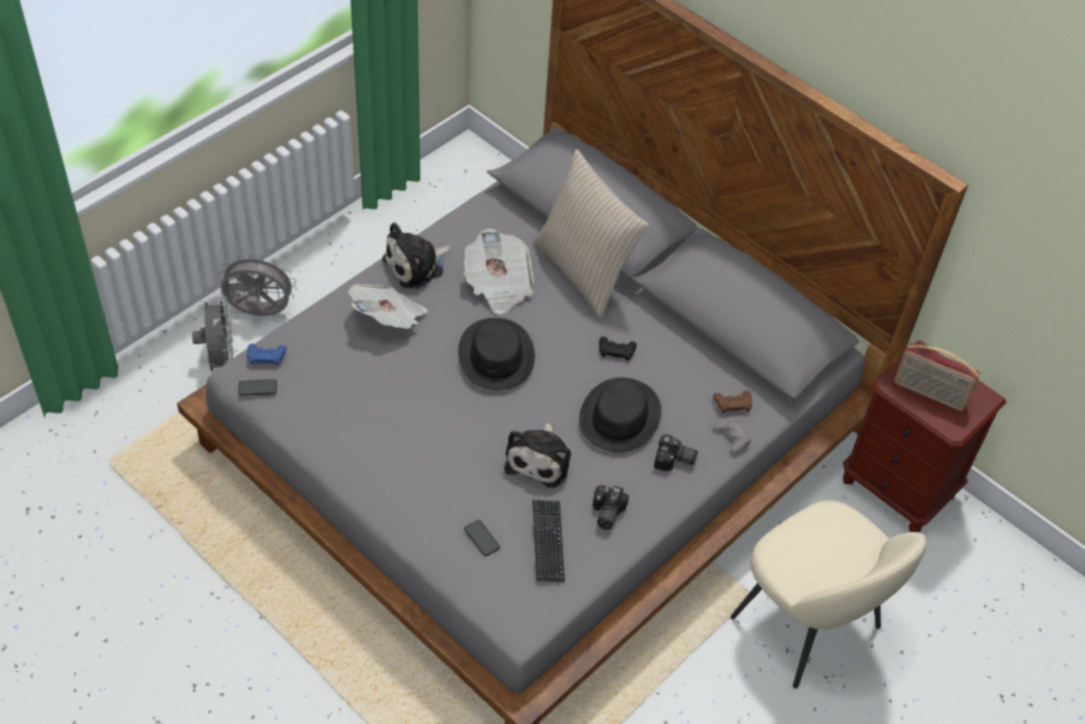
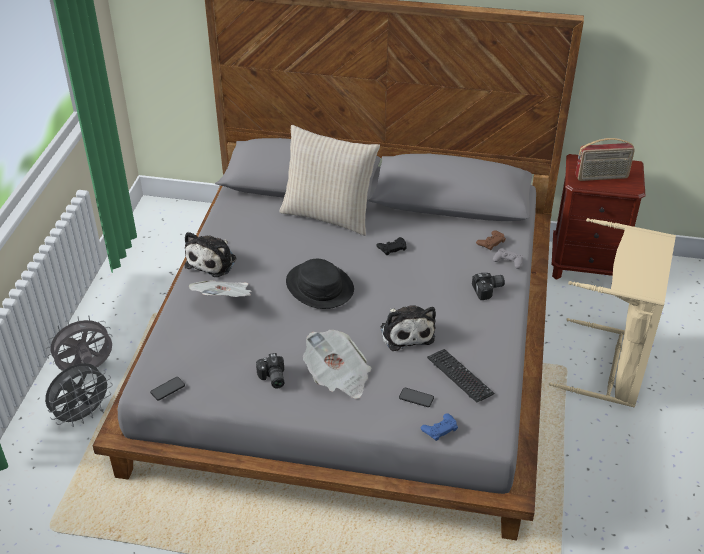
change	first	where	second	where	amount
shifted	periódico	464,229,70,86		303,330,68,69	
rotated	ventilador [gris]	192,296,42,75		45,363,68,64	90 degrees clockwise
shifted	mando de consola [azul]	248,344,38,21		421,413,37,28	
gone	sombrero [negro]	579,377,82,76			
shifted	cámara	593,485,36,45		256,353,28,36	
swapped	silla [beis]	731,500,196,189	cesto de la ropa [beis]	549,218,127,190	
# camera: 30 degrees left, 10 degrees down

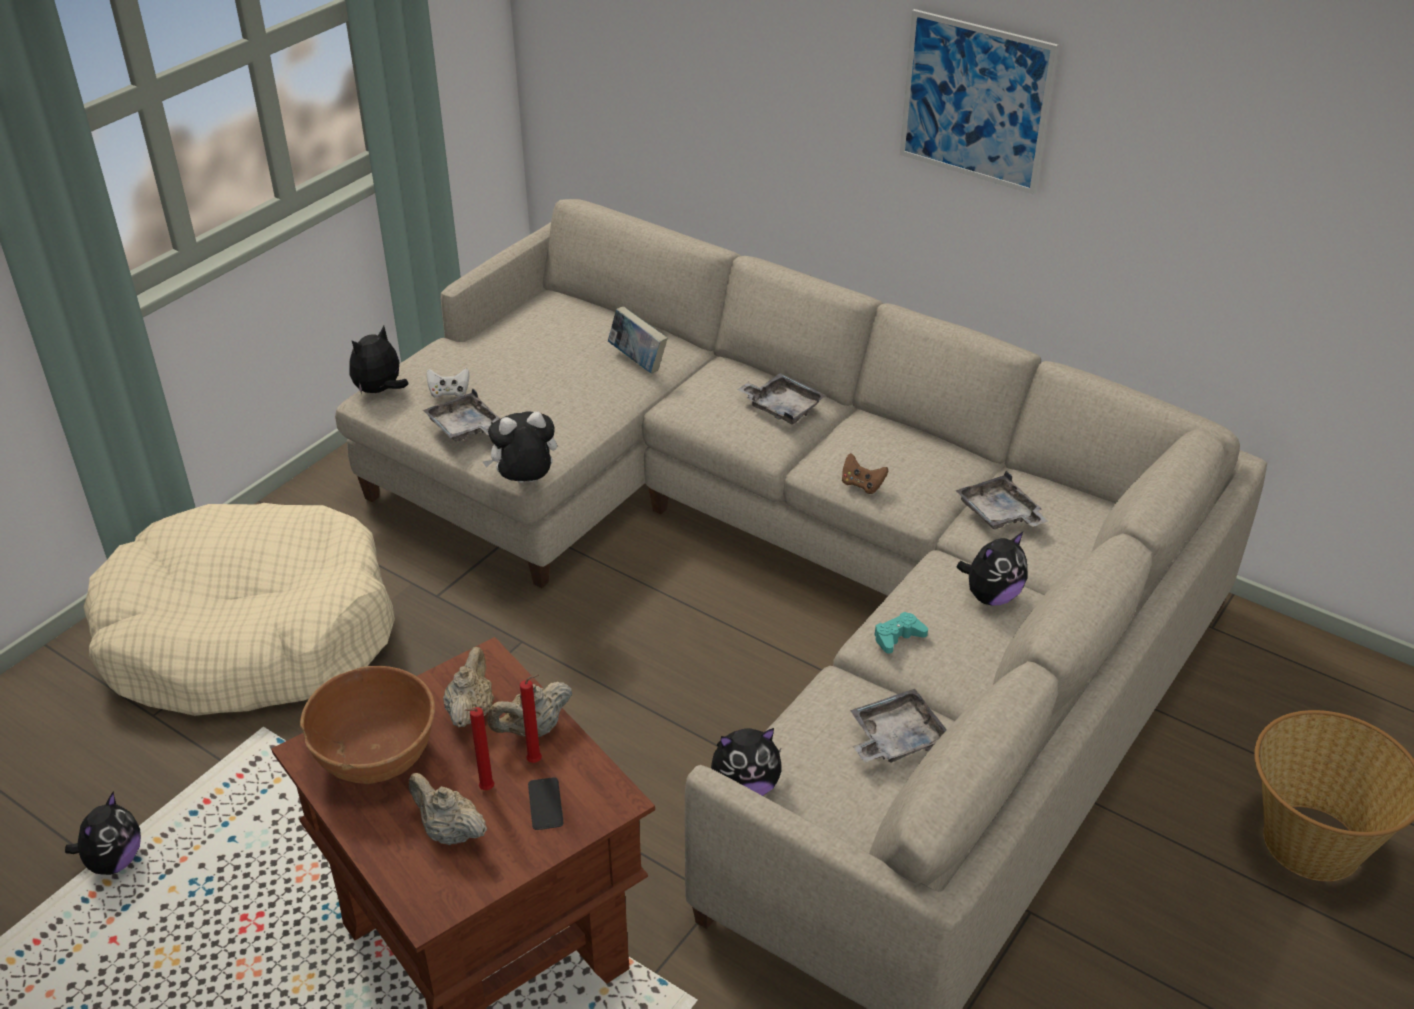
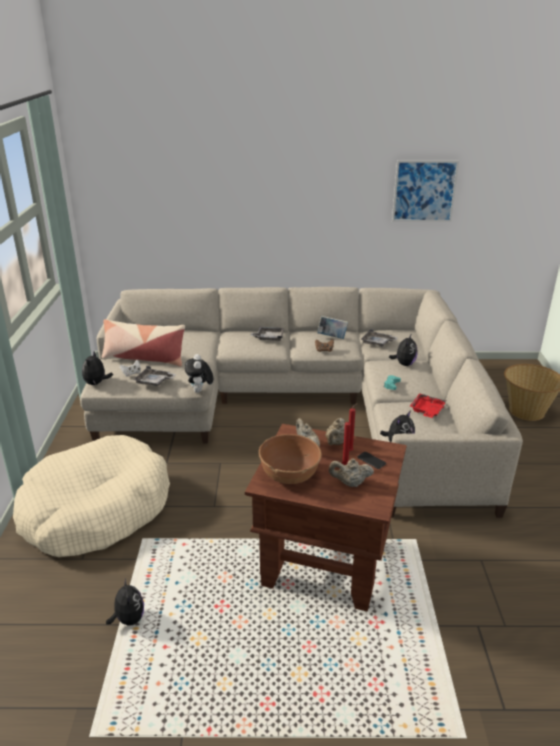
change	first	where	second	where	amount
shifted	cuadro	900,9,158,186		392,160,67,62	
shifted	libro	608,307,60,66		317,316,31,23	
rotated	peluche	483,411,74,72		185,354,28,39	45 degrees counterclockwise
repainted	bandeja [gris]	850,689,97,74	bandeja [rojo]	410,393,37,25	
new			cojín	102,319,83,48	
# camera: 35 degrees left, 10 degrees down

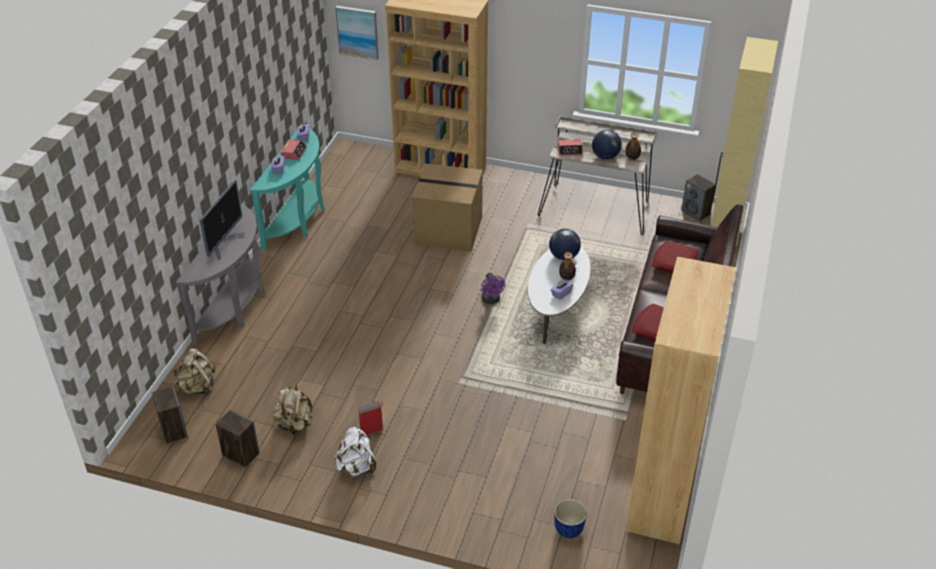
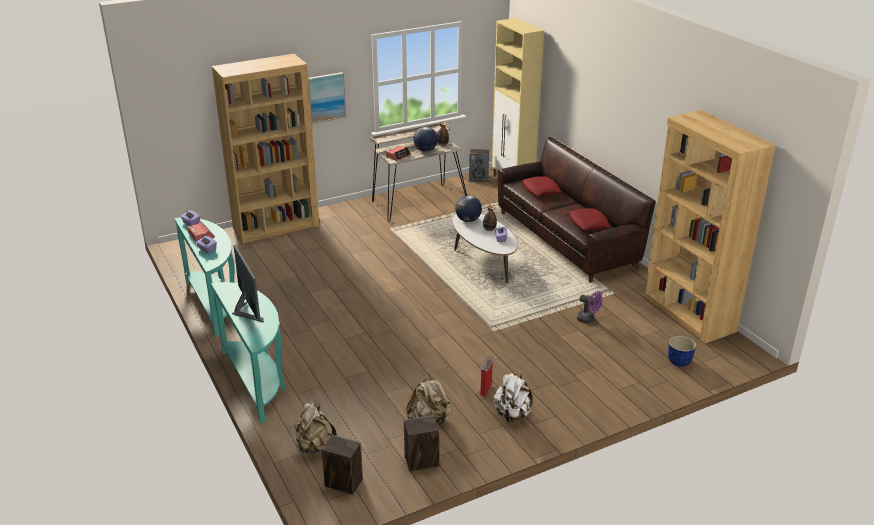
change	first	where	second	where	amount
shifted	cuadro	335,6,44,54		308,72,38,52	
gone	caja de cartón	412,163,71,89			
repainted	mesa consola [gris]	176,204,89,141	mesa consola [turquesa]	211,282,75,141	
shifted	ventilador [morado]	481,273,24,31		577,291,25,32	
# camera: 45 degrees left, 10 degrees down

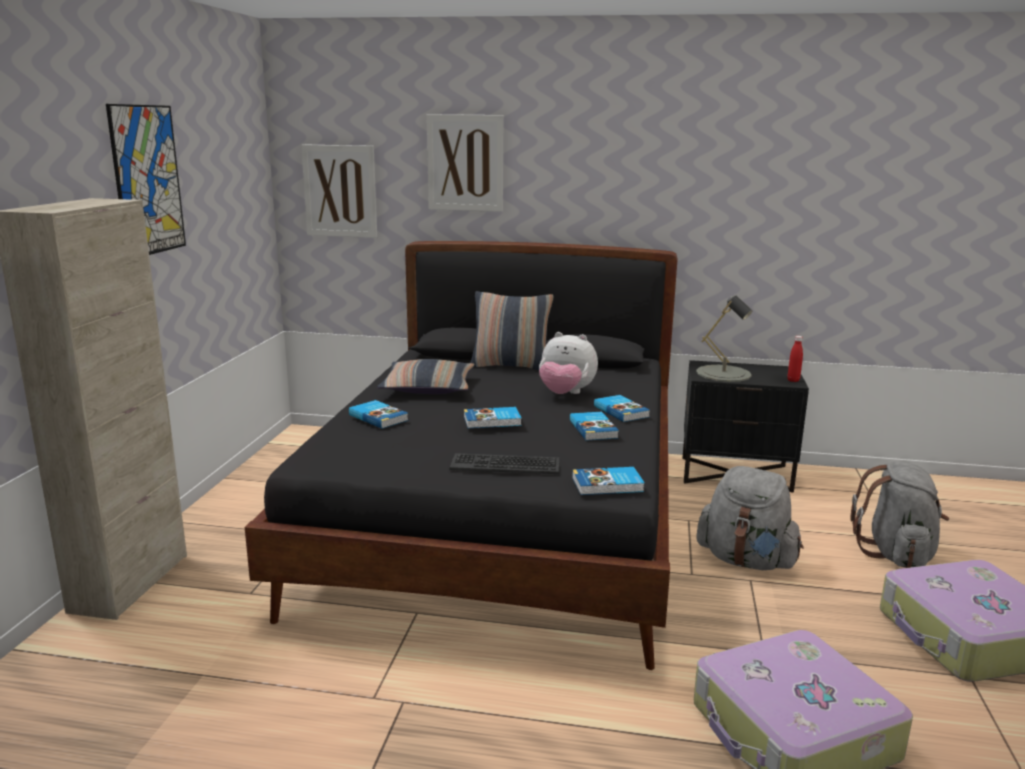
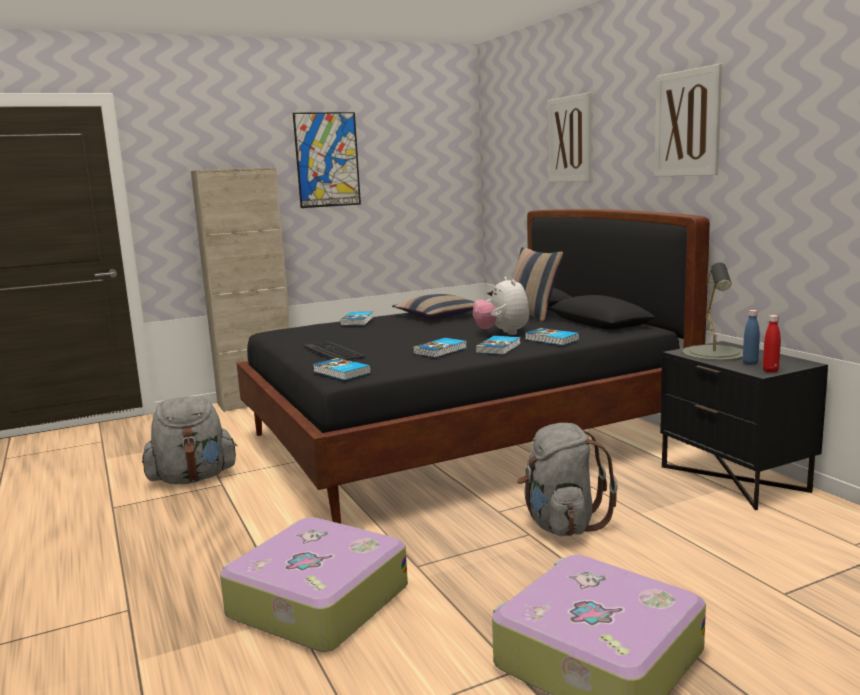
change	first	where	second	where	amount
shifted	cuadro	301,144,76,94		654,64,68,113	
shifted	libro	464,407,58,21		525,328,55,17	
shifted	mochila [gris]	850,461,99,107		142,396,95,88	
new			botella [azul]	743,310,17,55	
# camera: 55 degrees right, 5 degrees down

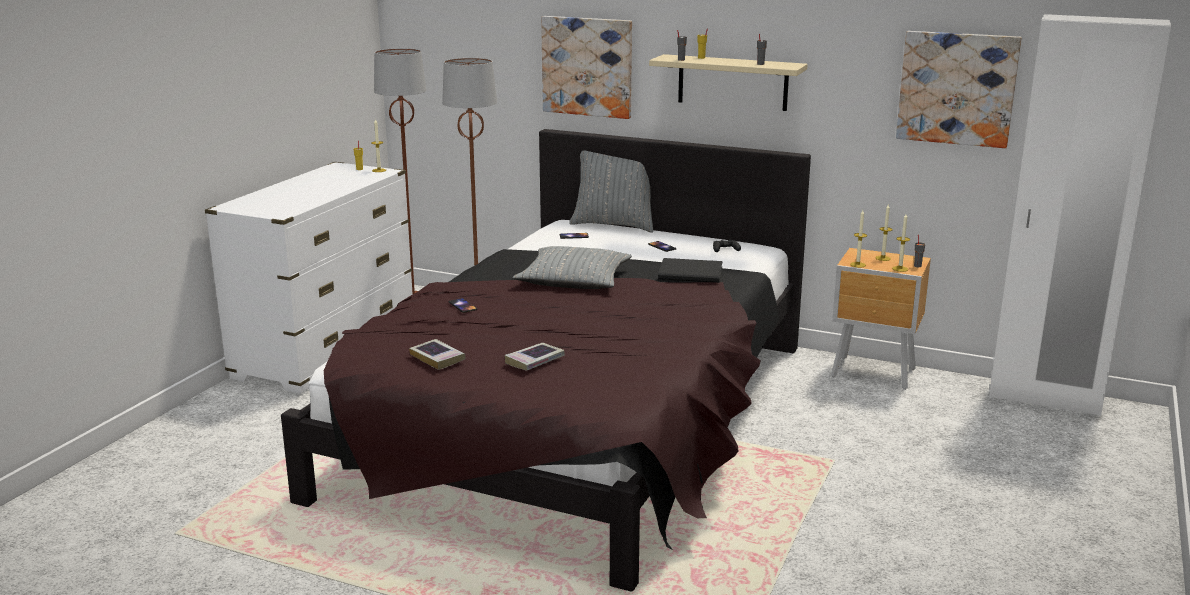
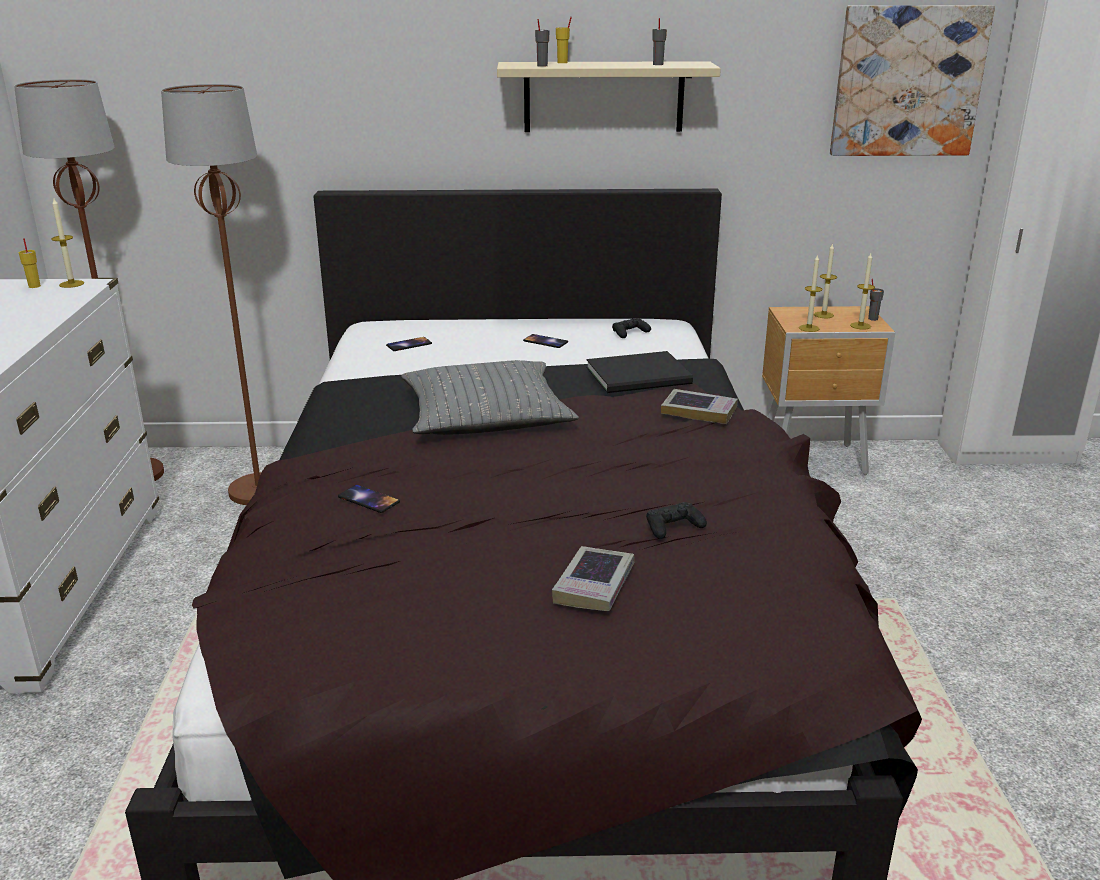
change	first	where	second	where	amount
gone	cuadro	541,16,91,103			
gone	cojín [gris]	569,150,84,83			
shifted	libro	409,339,57,31		661,389,77,35	
new			mando de consola [negro]	646,502,61,37	
# camera: 25 degrees left, 5 degrees up

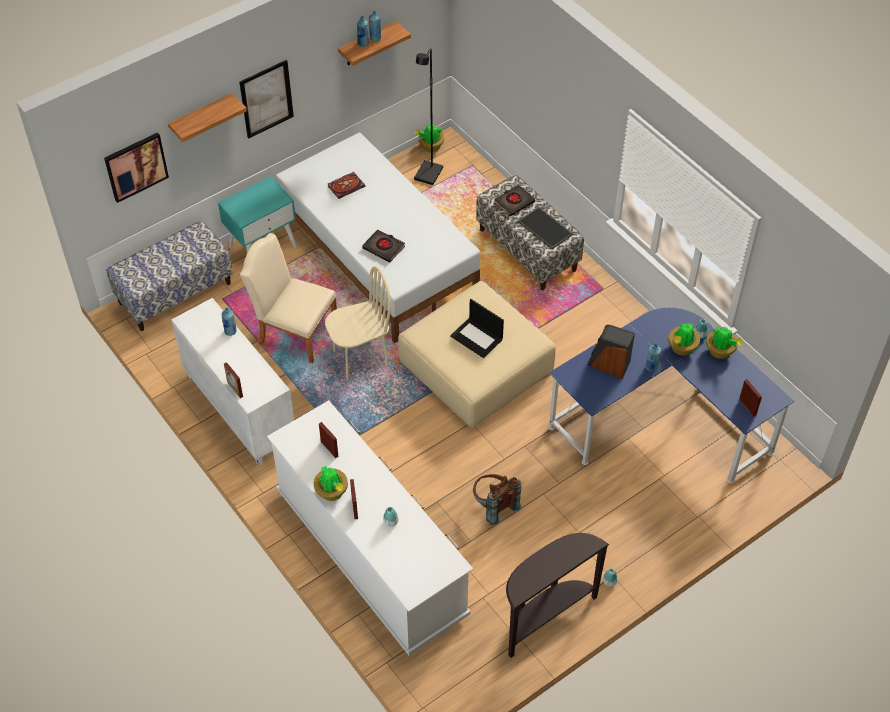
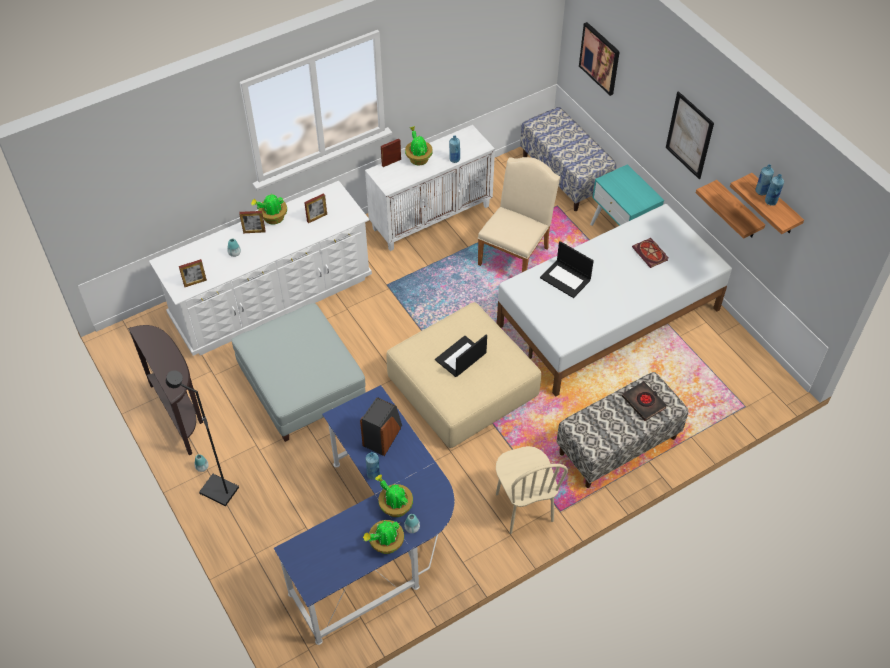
change	first	where	second	where	amount
shifted	lámpara de pie [negro]	414,48,29,137		166,370,73,136	
shifted	estante	168,93,79,49		696,180,69,59	
shifted	planta en maceta	414,125,30,27		405,126,28,39	
gone	bandeja	518,207,55,42			
swapped	libro [negro]	362,229,43,33	portátil	540,241,54,57	
shifted	silla [beis]	325,266,66,114		496,446,72,88	
shifted	portarretratos	739,379,23,37		179,259,28,28	
swapped	mochila [marrón]	473,474,48,52	puf [gris]	232,303,134,139	
# camera: 95 degrees right, 0 degrees up

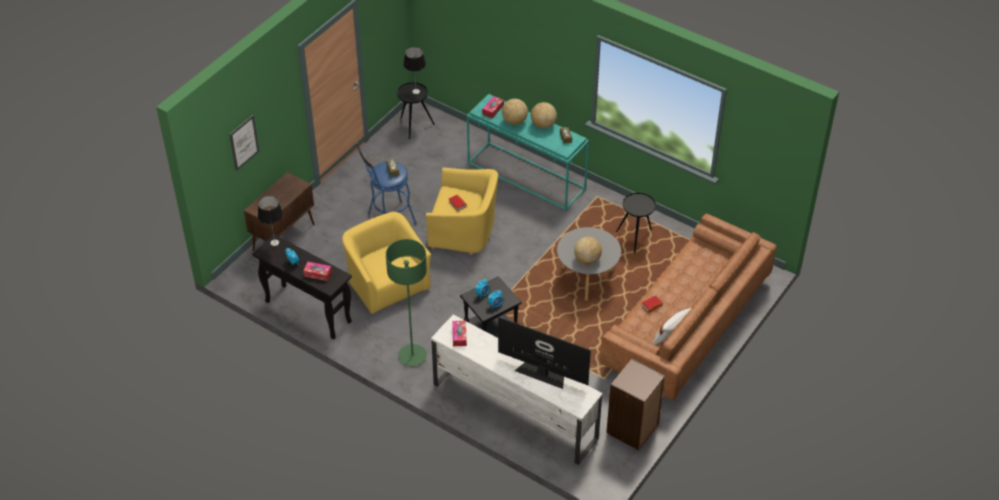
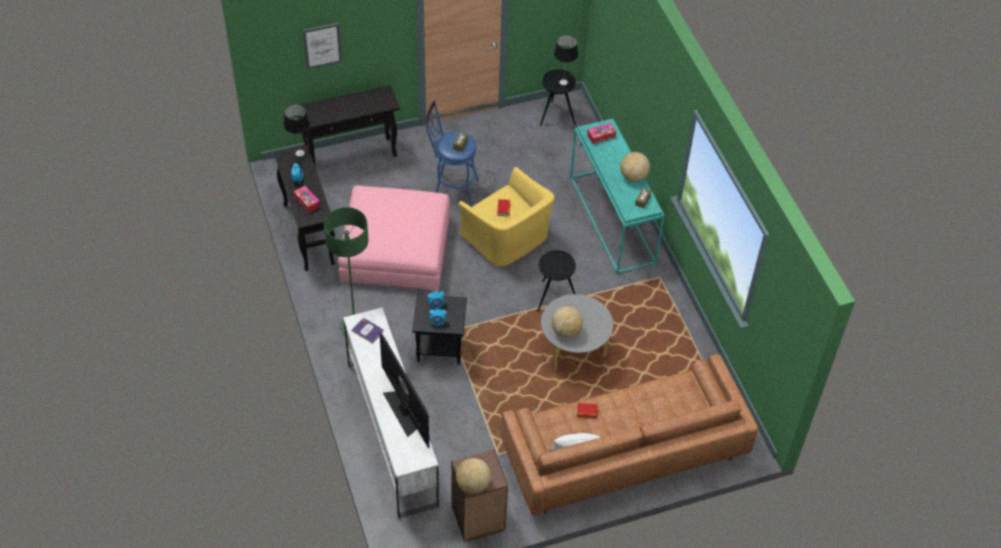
change	first	where	second	where	amount
shifted	globo terráqueo	502,99,26,26		456,458,35,36	
swapped	armario [marrón]	244,172,71,79	mesa consola [negro]	297,85,103,83	
shifted	mesa auxiliar [negro]	616,193,40,61		537,250,39,62	
swapped	sillón [amarillo]	342,212,89,102	puf [rosa]	338,186,112,105	
swapped	caja de pañuelos	452,321,15,25	libro	351,318,32,26	
# camera: 35 degrees right, 5 degrees up

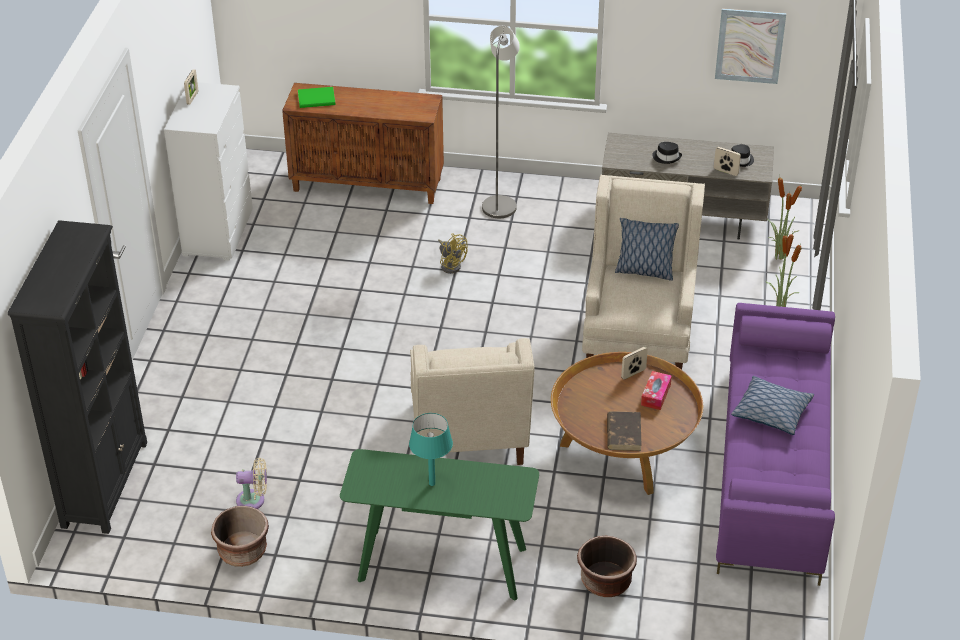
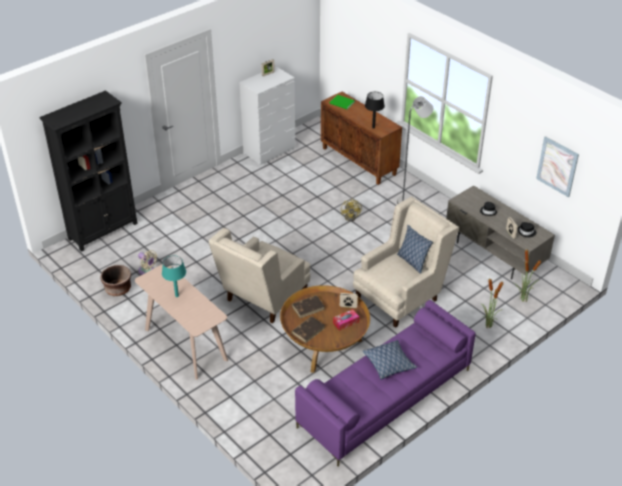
change	first	where	second	where	amount
repainted	mesa consola [verde]	340,449,199,151	mesa consola [beis]	135,264,93,116	
gone	maceta [marrón]	577,536,60,61			
new			lámpara de mesa [negro]	365,92,20,37	
new			libro [marrón]	292,295,33,23	
# camera: 40 degrees right, 0 degrees up

